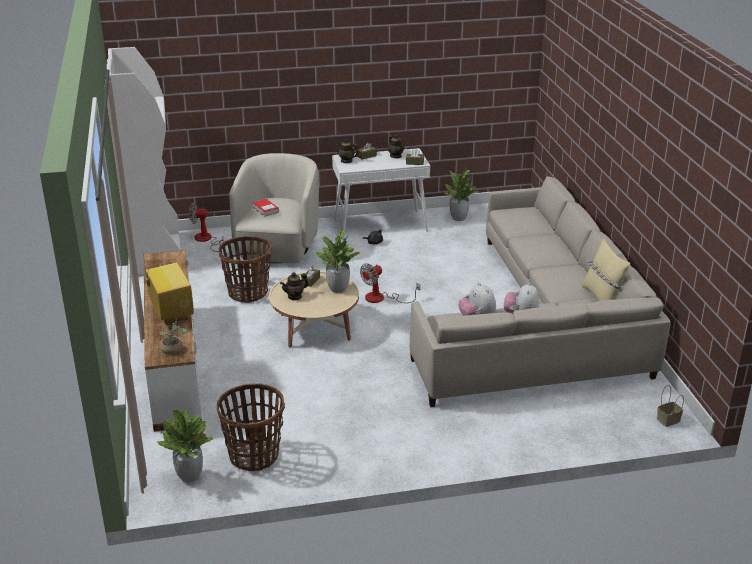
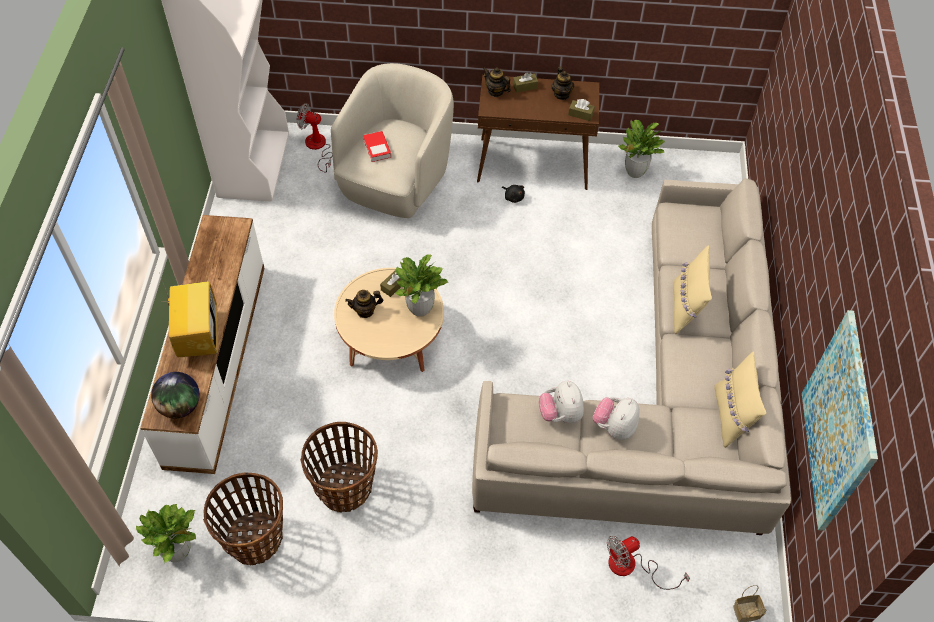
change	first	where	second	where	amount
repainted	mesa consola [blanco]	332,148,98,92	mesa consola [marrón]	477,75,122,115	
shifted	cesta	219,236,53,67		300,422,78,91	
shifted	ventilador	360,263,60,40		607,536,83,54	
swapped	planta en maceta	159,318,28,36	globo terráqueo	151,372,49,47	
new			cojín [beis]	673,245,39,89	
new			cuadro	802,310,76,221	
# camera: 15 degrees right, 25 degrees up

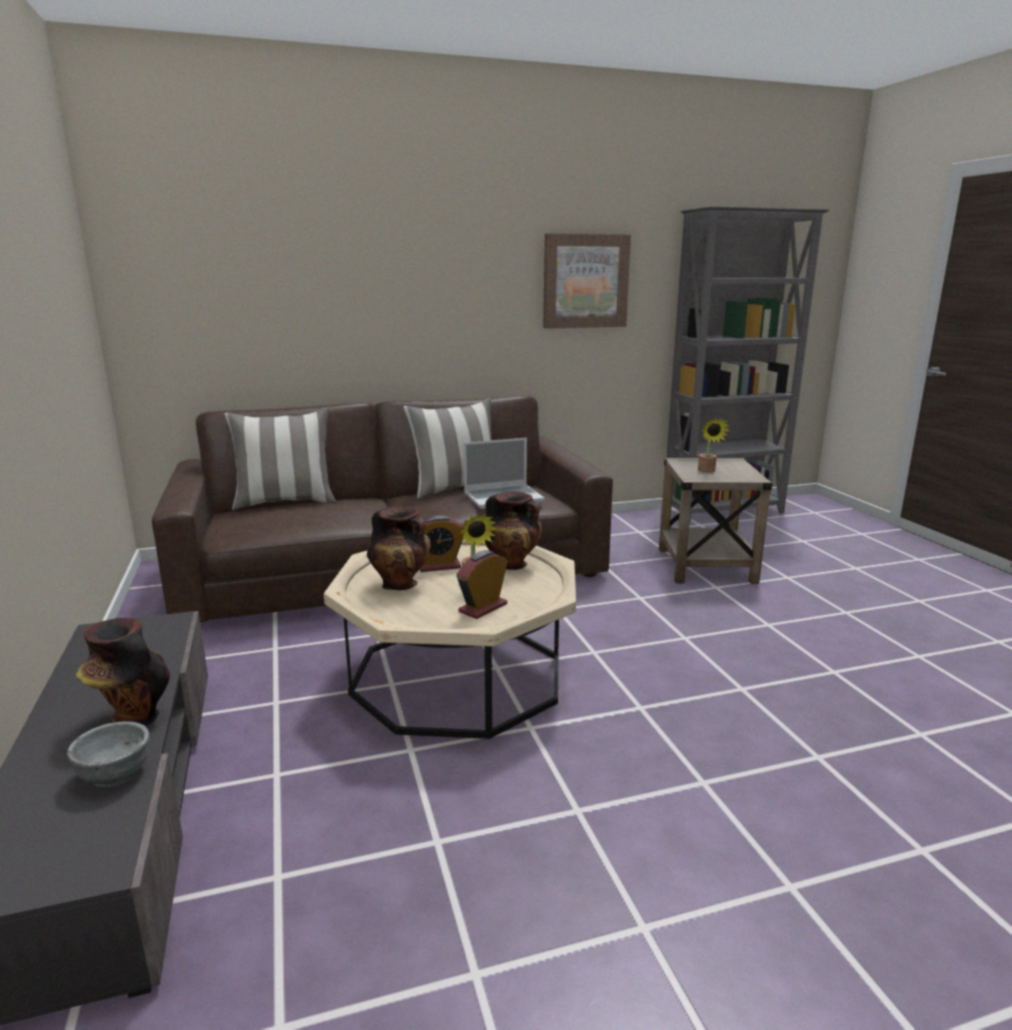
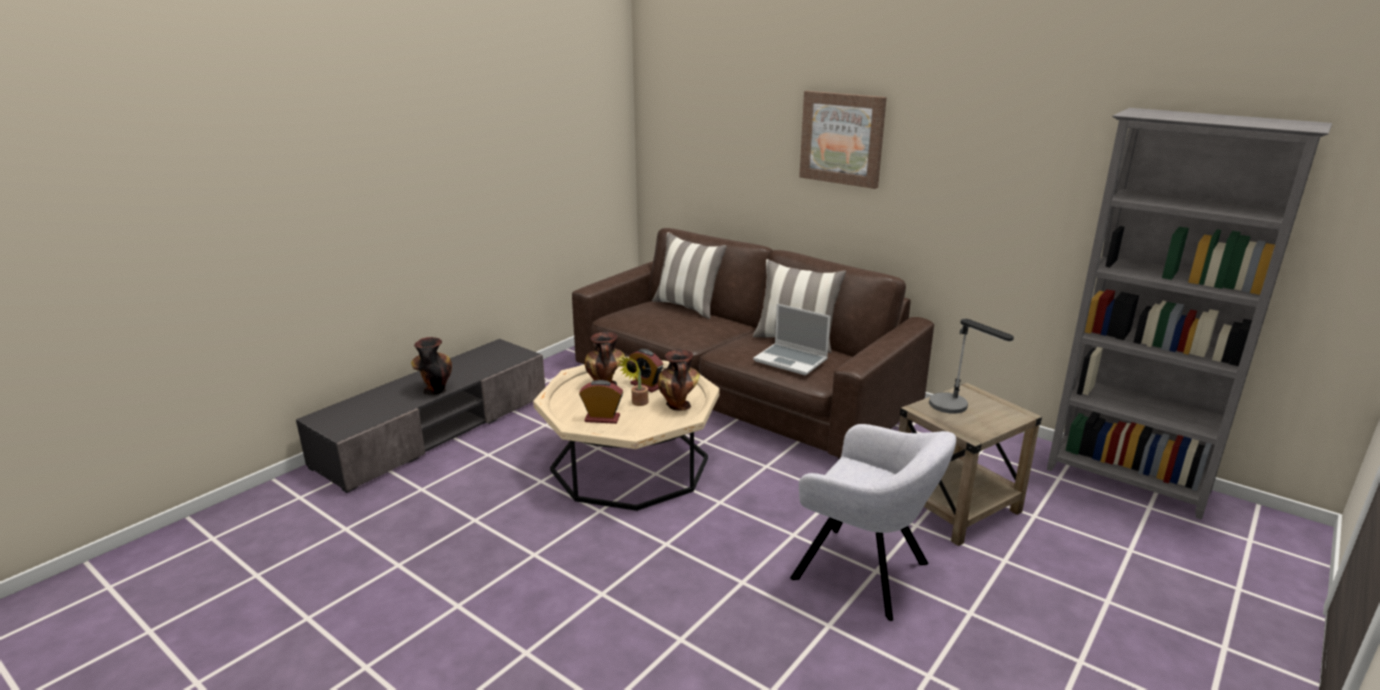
change	first	where	second	where	amount
shifted	cuadro	543,233,88,96		799,91,88,98	
swapped	planta en maceta	698,417,32,56	lámpara de mesa	929,319,85,95	
gone	cuenco [gris]	67,721,82,67			
new			sillón [gris]	790,424,166,197	
# camera: 55 degrees right, 5 degrees up

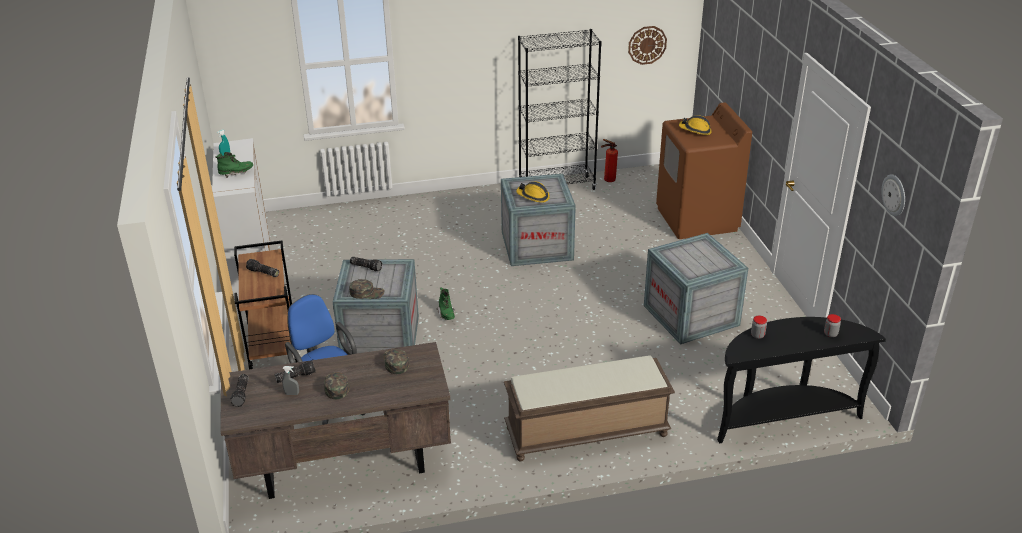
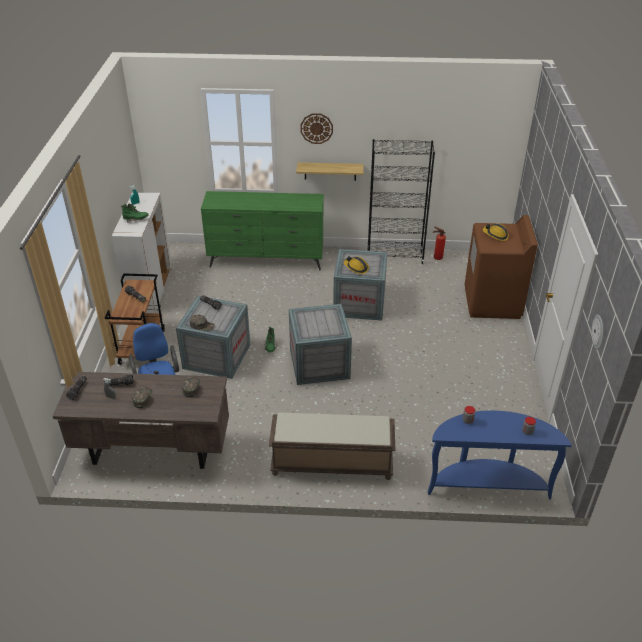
change	first	where	second	where	amount
shifted	reloj de pared	628,26,39,39		301,113,32,31	
shifted	caja de embalaje	644,233,104,112		289,304,63,81	
repainted	mesa consola [negro]	717,317,169,126	mesa consola [azul]	428,410,144,90	
new			estante	296,162,68,19	
new			cómoda [verde]	201,191,123,80	
# camera: 15 degrees right, 5 degrees up

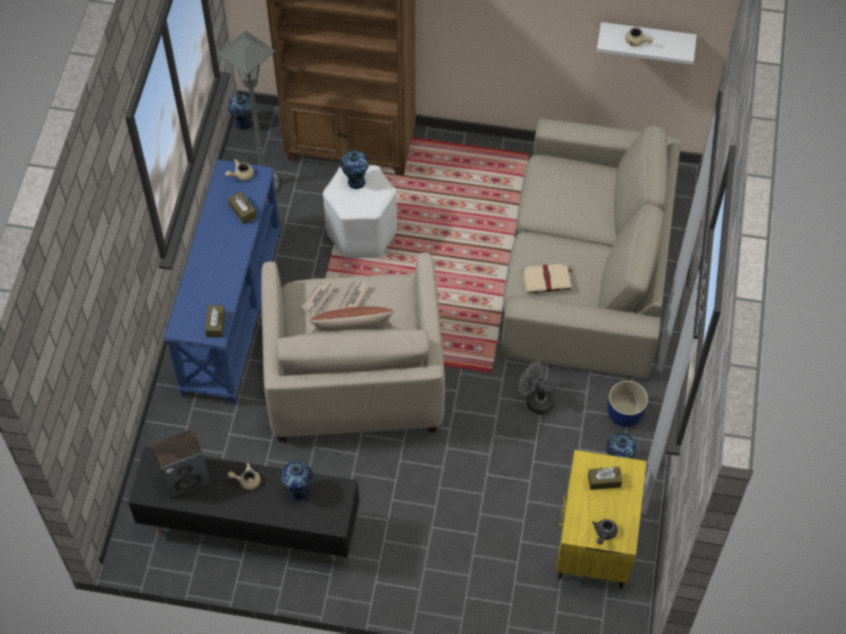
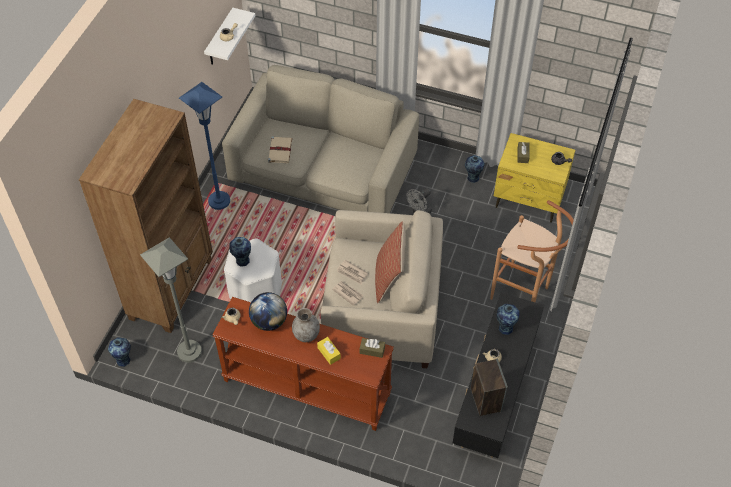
change	first	where	second	where	amount
repainted	mesa consola [azul]	164,160,118,245	mesa consola [marrón]	213,297,181,134	
swapped	caja de pañuelos [marrón]	228,191,29,33	globo terráqueo	249,292,38,39	
shifted	libro [beis]	522,262,50,32		268,137,24,26	
gone	maceta [azul]	608,381,40,46			
new			lámpara de pie [azul]	179,82,51,128	
new			taburete [marrón]	490,200,84,102	
new			florero [gris]	292,308,28,34	
new			caja de pañuelos [amarillo]	317,337,24,28	
# camera: 80 degrees left, 5 degrees down

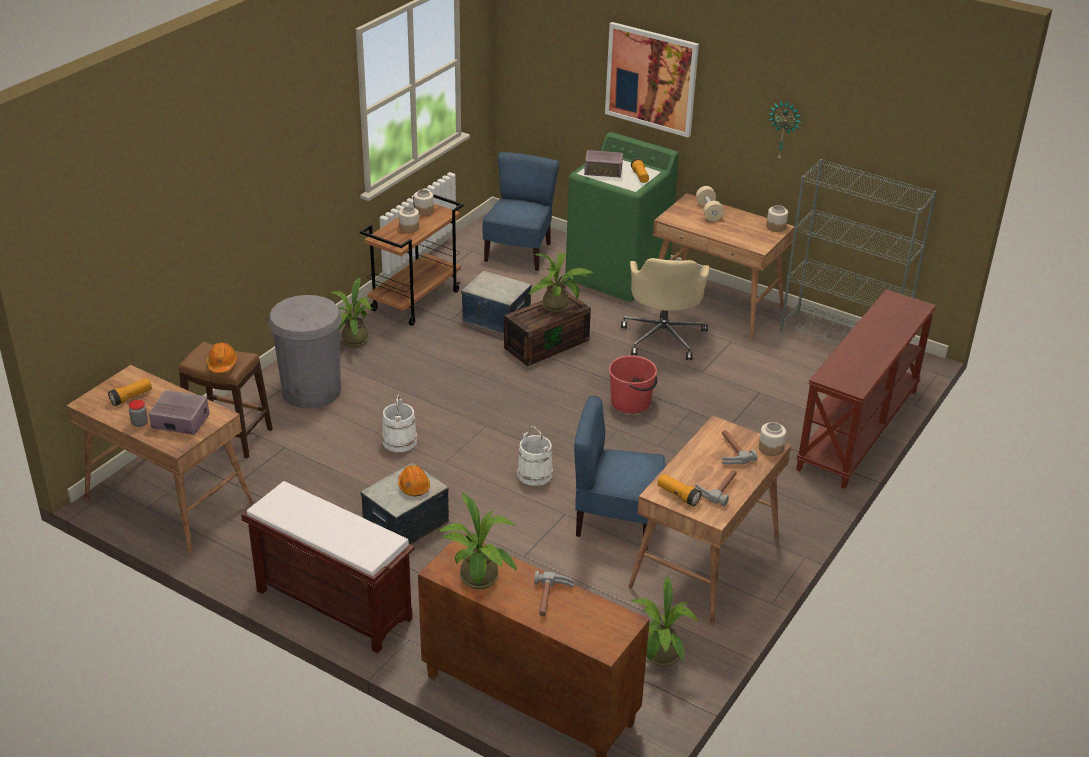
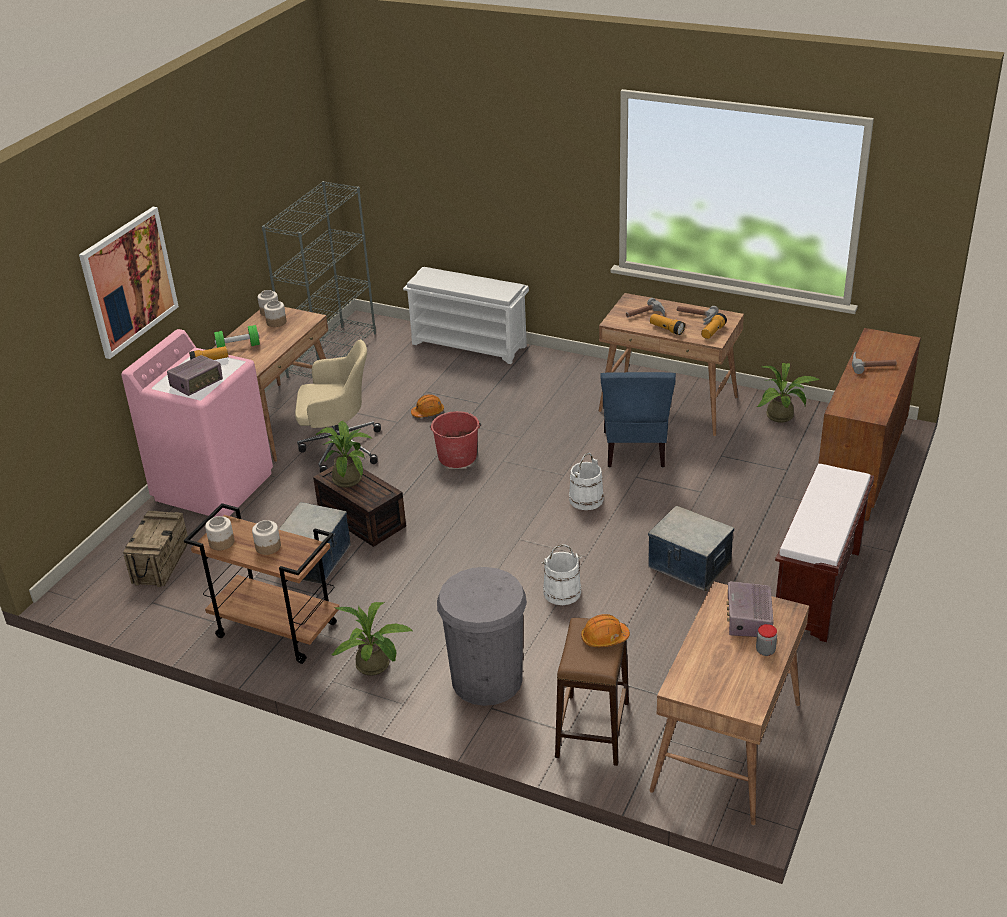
change	first	where	second	where	amount
gone	reloj de pared	768,100,34,60			
repainted	lavadora [verde]	565,132,114,170	lavadora [rosa]	121,329,152,188	
rotated	radio	584,150,39,28		167,355,56,41	45 degrees clockwise
swapped	silla [azul]	483,152,76,119	caja de embalaje	123,511,65,76	
repainted	mancuerna [beis]	696,186,28,35	mancuerna [verde]	214,325,46,23	
swapped	mesa consola [marrón]	796,289,140,200	zapatero [blanco]	403,267,126,97	
shifted	linterna	108,378,44,28		650,314,35,21	
shifted	tarro	759,422,27,34		264,300,22,27	
shifted	casco [naranja]	398,465,32,31		411,394,33,23	
gone	planta en maceta	437,492,80,97			
# camera: 95 degrees left, 0 degrees up

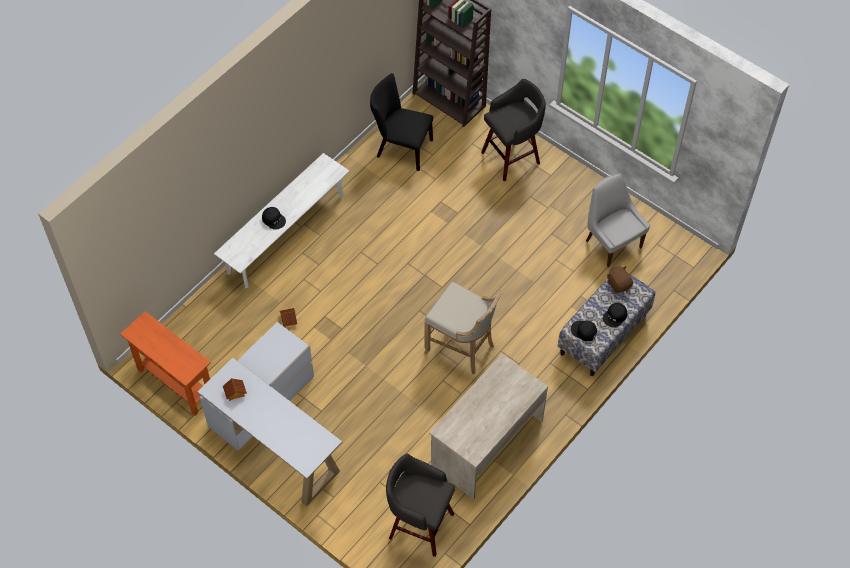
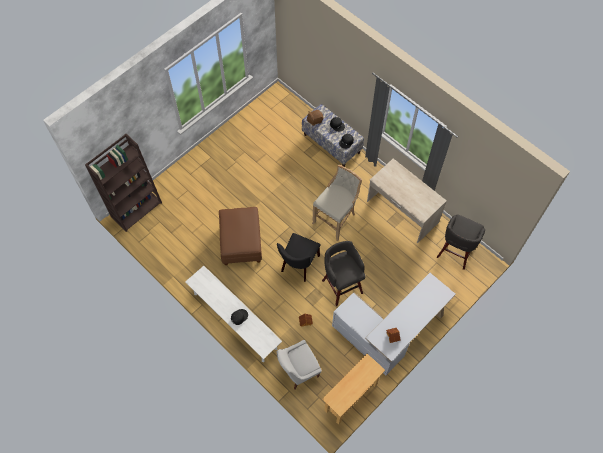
change	first	where	second	where	amount
shifted	silla [negro]	370,73,63,98		277,233,44,49	
shifted	taburete [gris]	481,79,65,102		322,241,44,65	
shifted	silla [blanco]	586,174,64,93		276,340,46,49	
repainted	mesa consola [naranja]	120,311,91,105	mesa consola [beis]	322,353,63,72	
new			puf [marrón]	219,207,43,58	
# camera: 85 degrees left, 5 degrees up

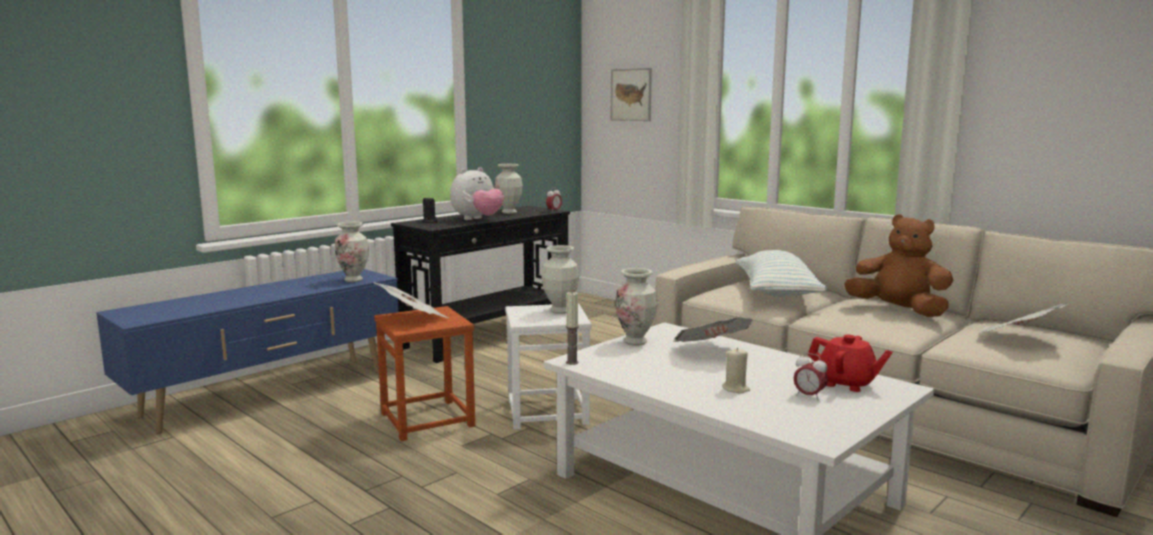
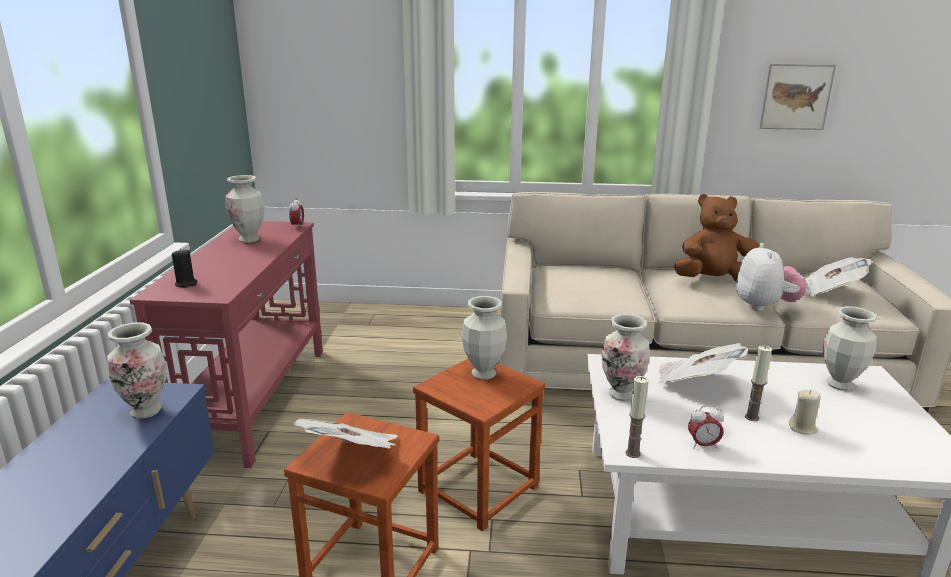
change	first	where	second	where	amount
shifted	cuadro	611,68,41,53		759,64,77,66	
shifted	peluche	450,167,54,53		736,243,70,68	
repainted	mesa consola [negro]	391,206,179,157	mesa consola [rojo]	130,221,193,247	
gone	cojín	736,250,92,47			
repainted	taburete [blanco]	505,304,87,126	taburete [marrón]	413,359,133,172	
swapped	tetera [rojo]	808,335,85,57	florero	823,306,54,85	
shifted	despertador	794,353,34,48		688,405,36,44	
new			vela	745,345,27,76	
# camera: 40 degrees left, 10 degrees up

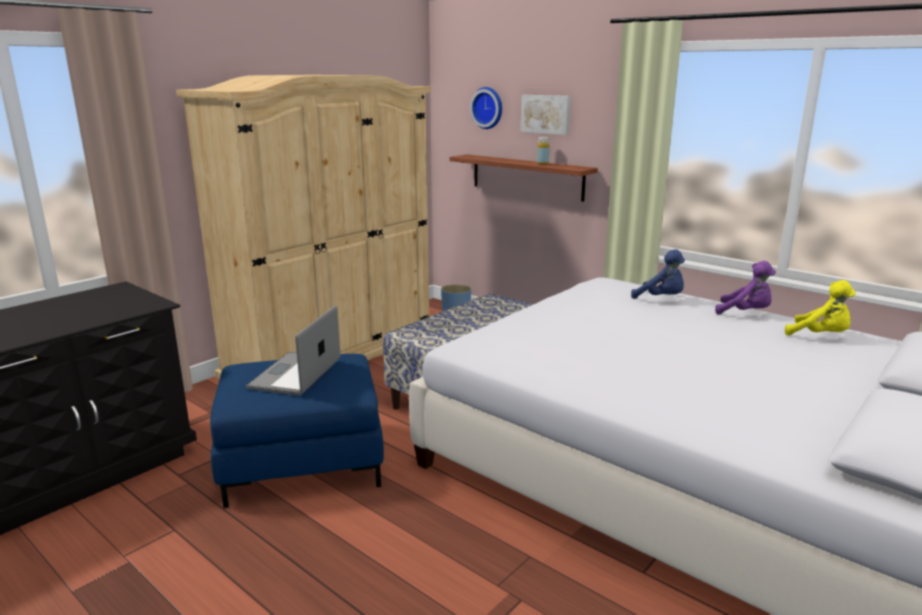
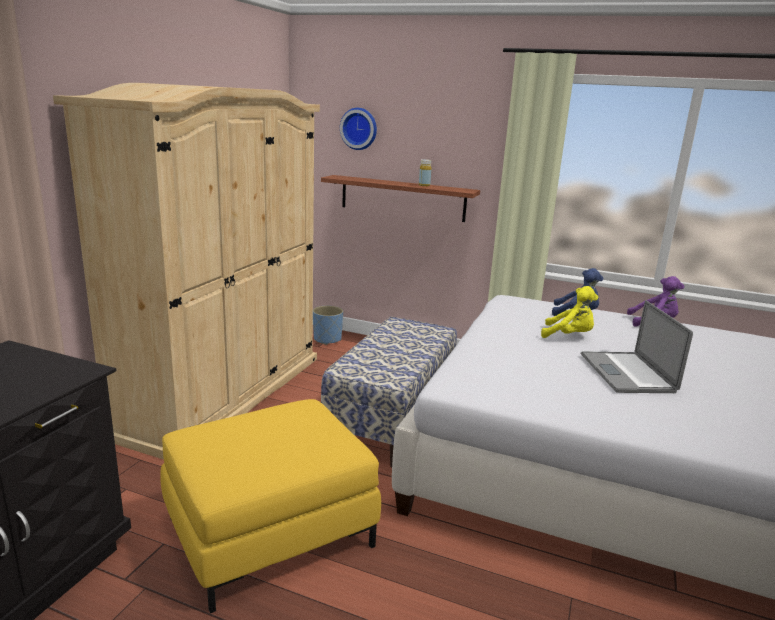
change	first	where	second	where	amount
gone	cuadro	521,95,50,40			
shifted	peluche [amarillo]	785,280,71,55		541,286,57,52	
shifted	portátil	246,305,95,91		581,300,112,93	
repainted	puf [azul]	210,354,174,154	puf [amarillo]	160,399,221,214	
# camera: 20 degrees left, 0 degrees up

